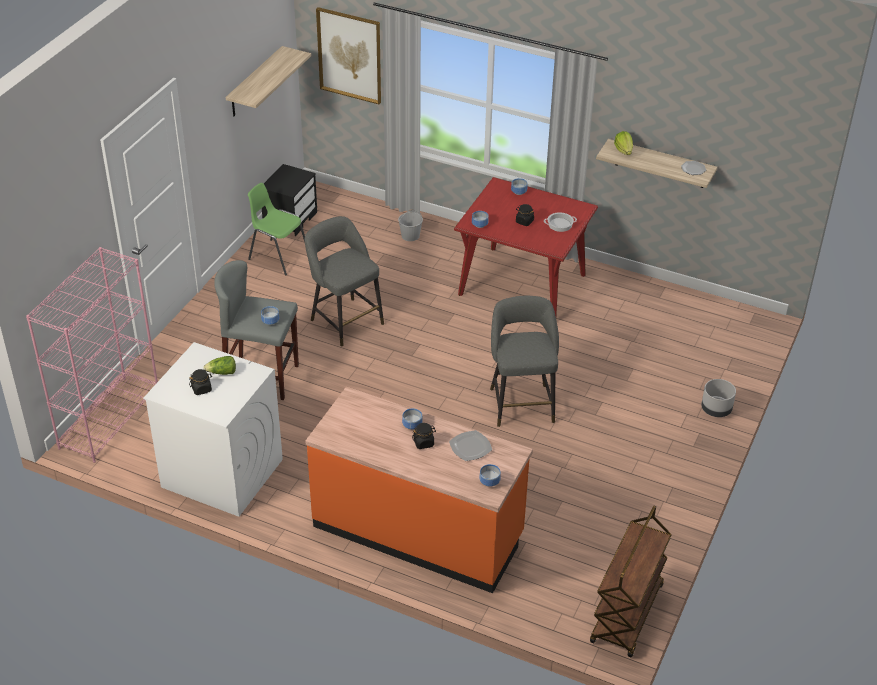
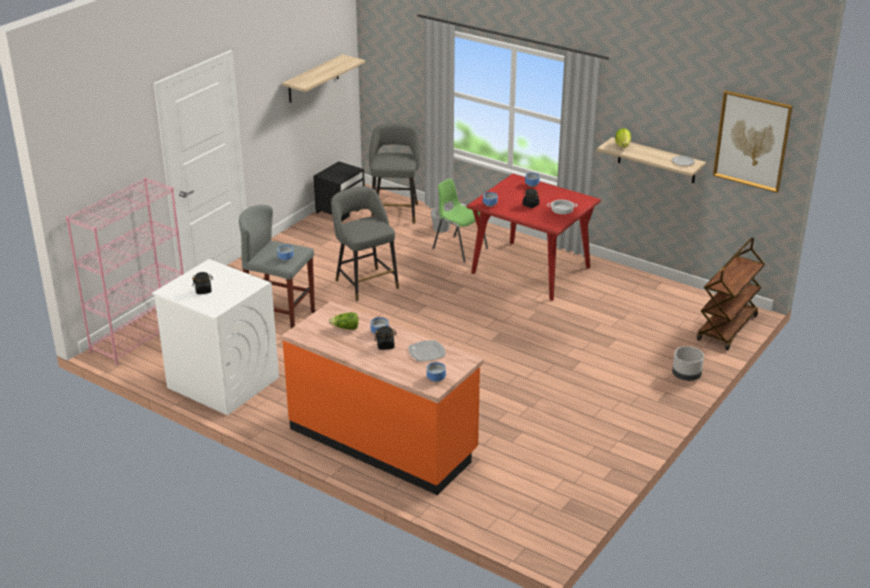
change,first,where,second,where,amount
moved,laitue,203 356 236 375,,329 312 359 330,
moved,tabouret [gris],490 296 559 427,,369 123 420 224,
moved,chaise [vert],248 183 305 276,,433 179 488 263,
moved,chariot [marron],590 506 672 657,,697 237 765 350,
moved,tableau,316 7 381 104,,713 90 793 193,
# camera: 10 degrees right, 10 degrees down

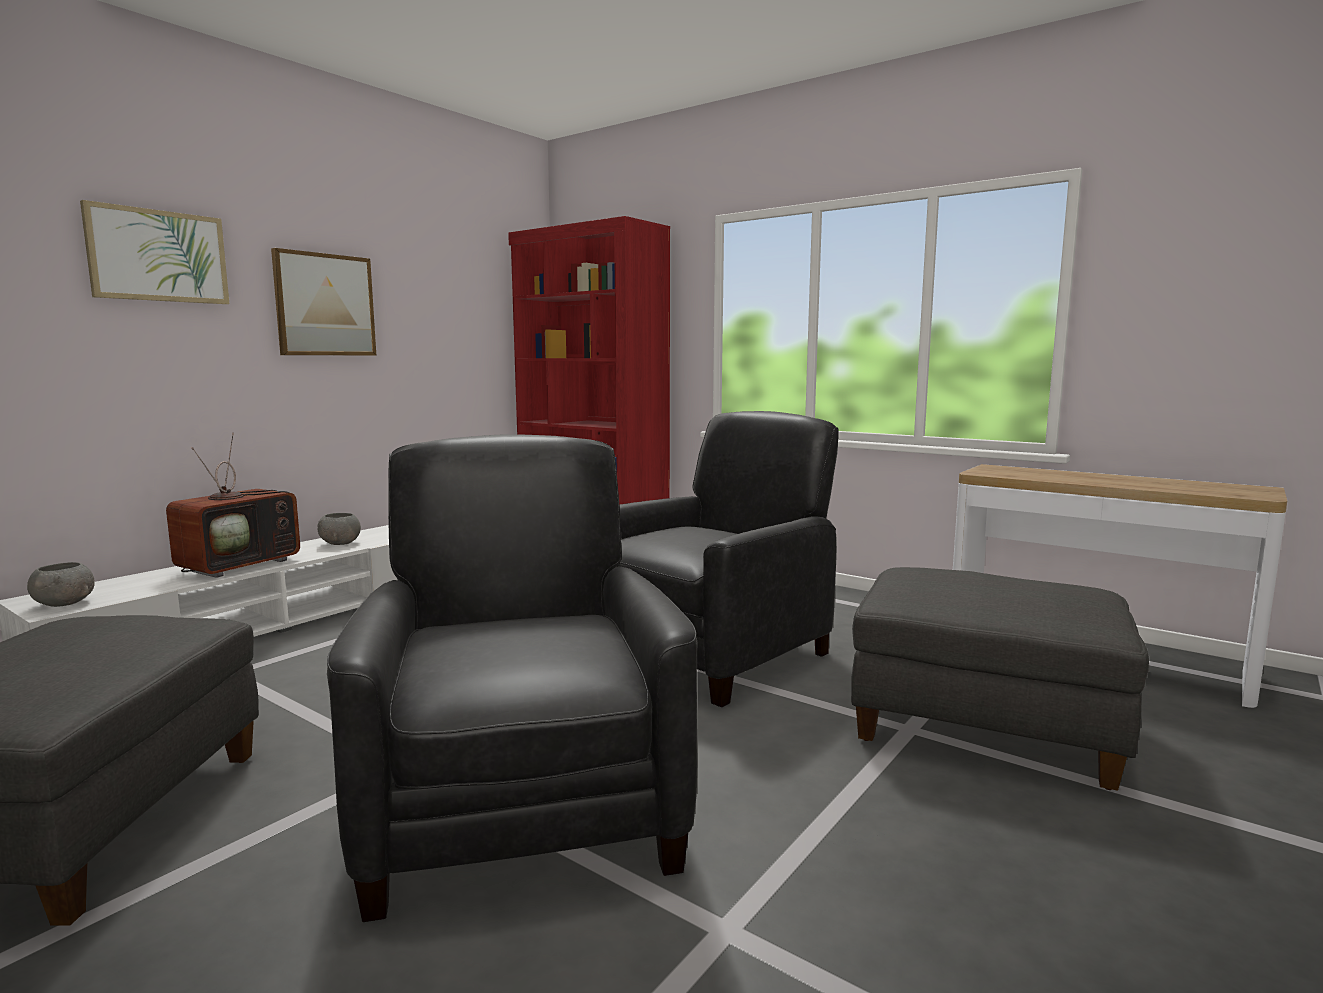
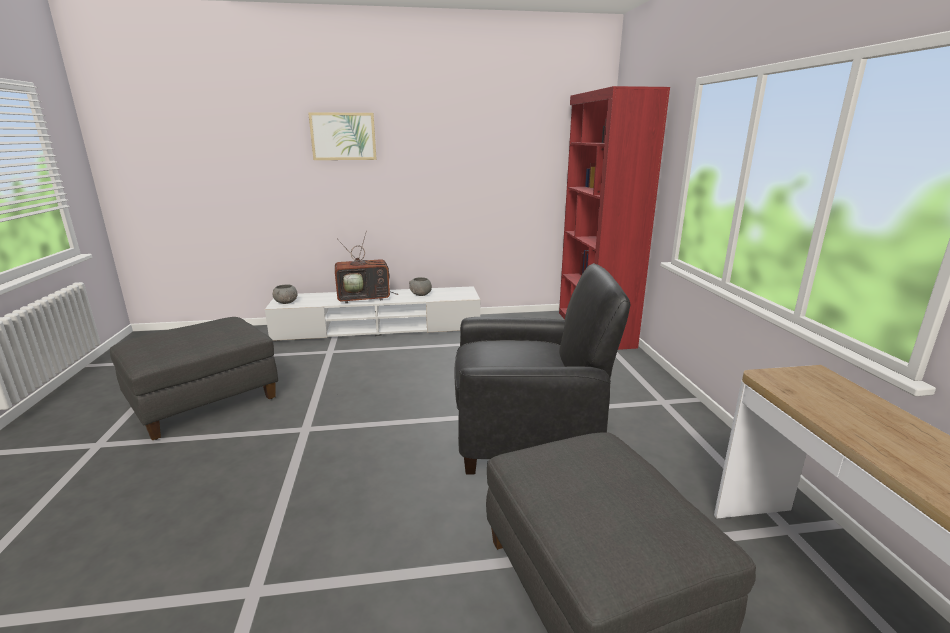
change,first,where,second,where,amount
removed,tableau,271 248 376 356,,,
removed,fauteuil [noir],327 434 697 922,,,
# camera: 45 degrees right, 10 degrees up

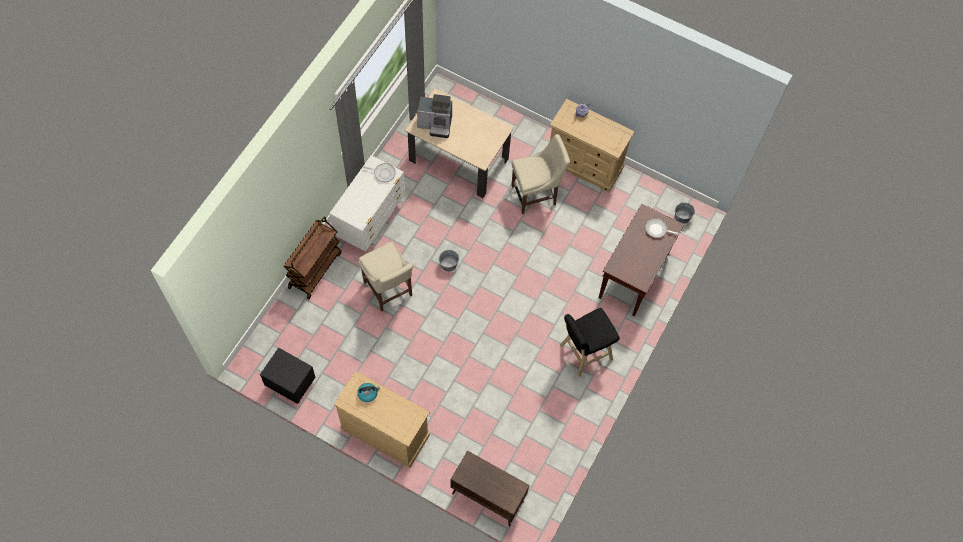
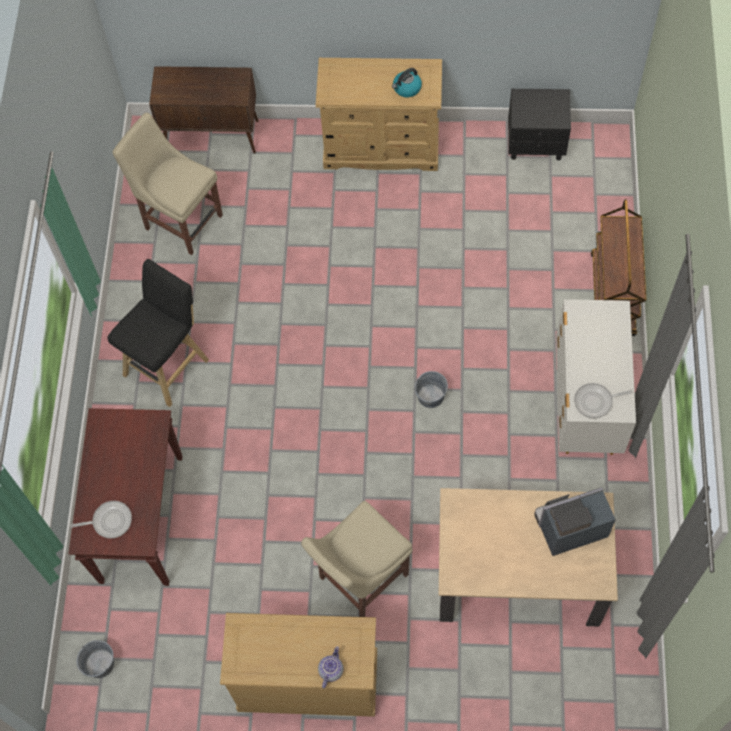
change,first,where,second,where,amount
moved,chaise [beige],358 241 413 311,,112 113 223 255,
# camera: 160 degrees right, 0 degrees up

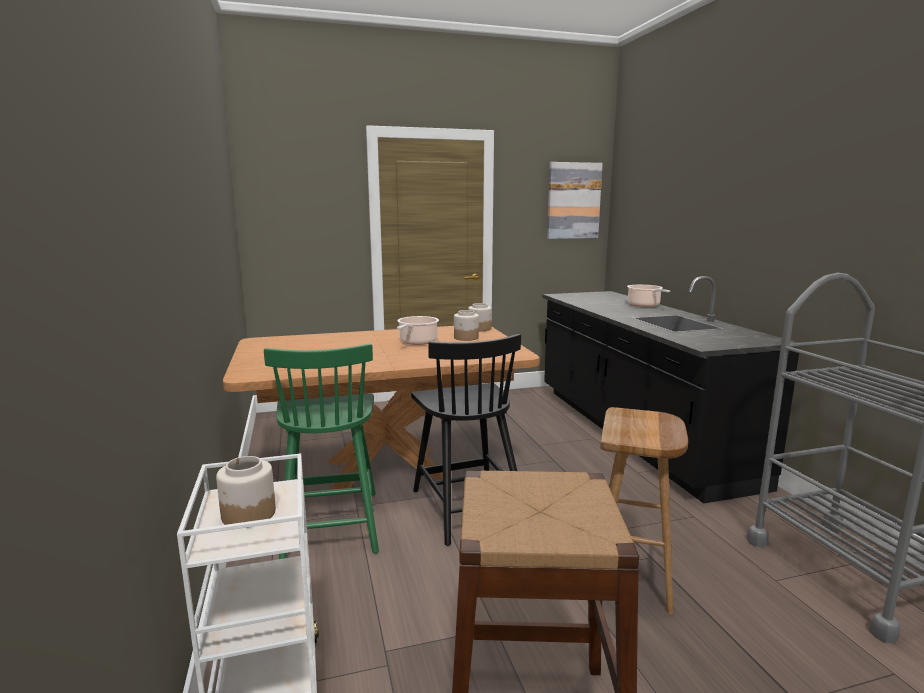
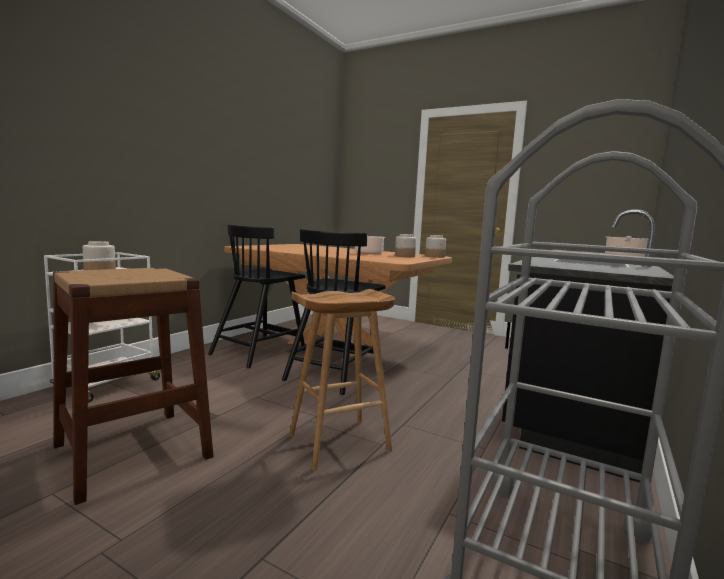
change,first,where,second,where,amount
recoloured,chaise [vert],264 343 379 559,chaise [noir],208 224 306 368,
removed,tableau,547 162 603 239,,,
# camera: 45 degrees right, 5 degrees down

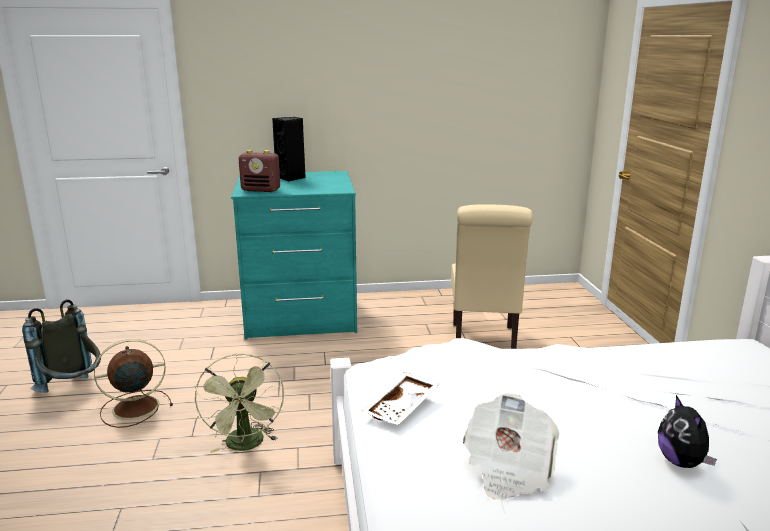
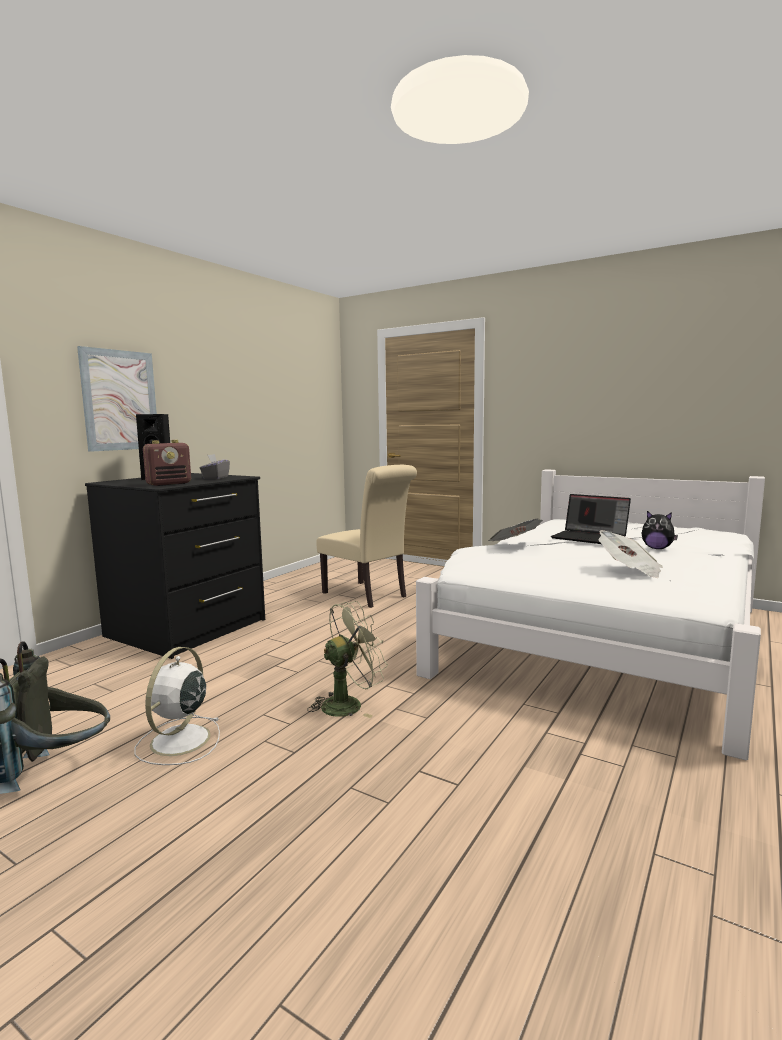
change,first,where,second,where,amount
added,,,tableau,77 346 157 452,
recoloured,commode [turquoise],231 171 357 340,commode [noir],85 473 265 659,
recoloured,ventilateur [marron],94 339 173 428,ventilateur [blanc],134 647 220 765,
added,,,boîte à mouchoirs [gris],200 454 230 479,
turned,ventilateur [vert],195 354 284 453,,307 601 388 718,60 degrees counterclockwise
added,,,journal,488 518 543 541,
added,,,ordinateur portable,551 494 631 544,
removed,plateau [blanc],362 372 439 425,,,
# camera: 50 degrees left, 10 degrees down

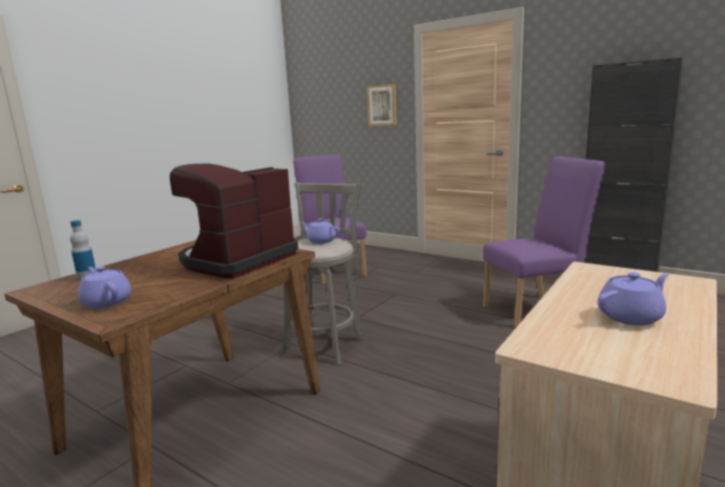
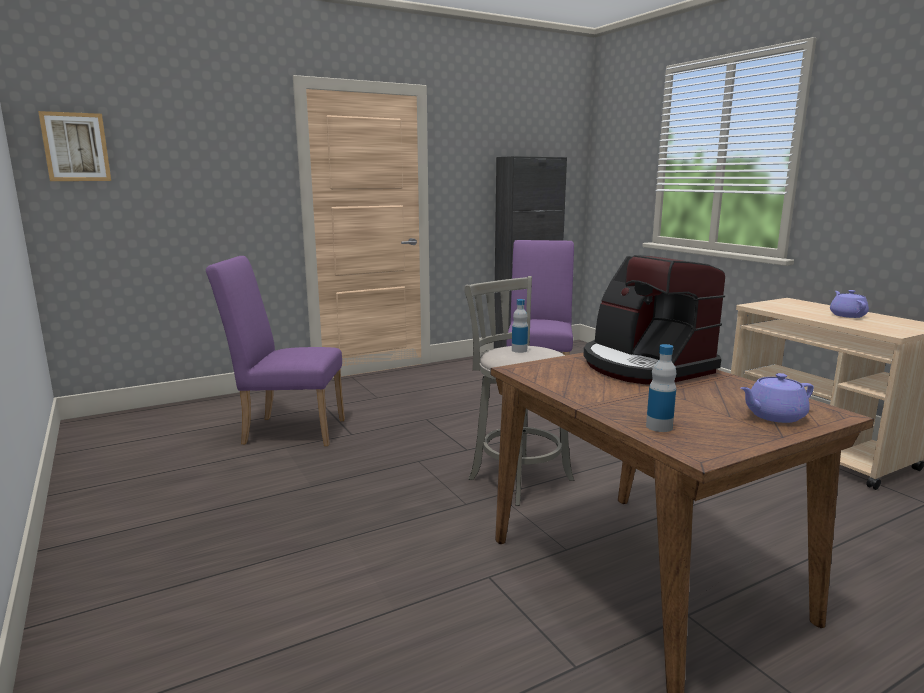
change,first,where,second,where,amount
moved,tableau,367 84 397 126,,38 111 111 181,
replaced,théière [violet],301 218 340 244,bouteille,512 299 528 353,
# camera: 65 degrees left, 0 degrees up

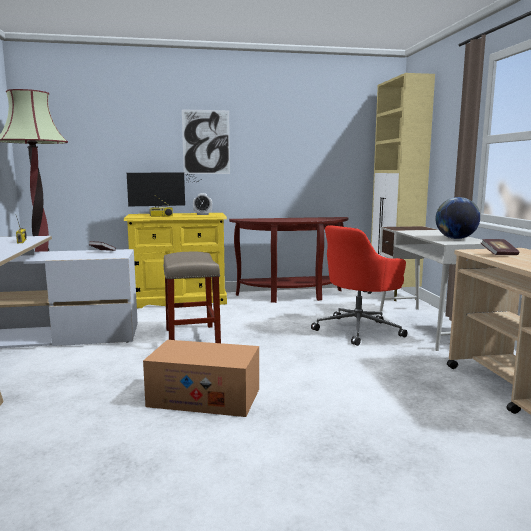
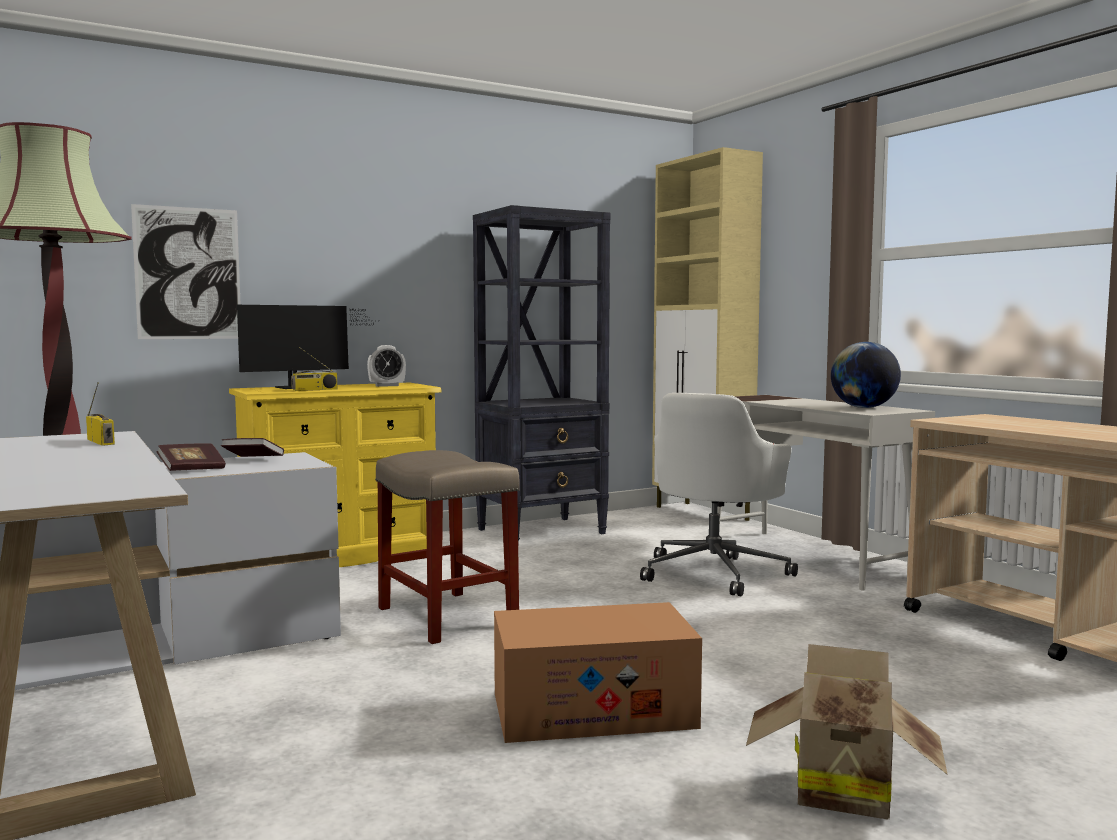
change,first,where,second,where,amount
moved,tableau,182 109 230 174,,131 204 241 339,
moved,livre,481 239 519 255,,157 444 226 471,
replaced,table console [marron],229 217 349 303,bibliothèque [noir],473 205 611 543,
recoloured,chaise de bureau [rouge],311 225 408 346,chaise de bureau [blanc],640 393 798 596,
added,,,carton,746 644 948 819,
# camera: 20 degrees left, 5 degrees down

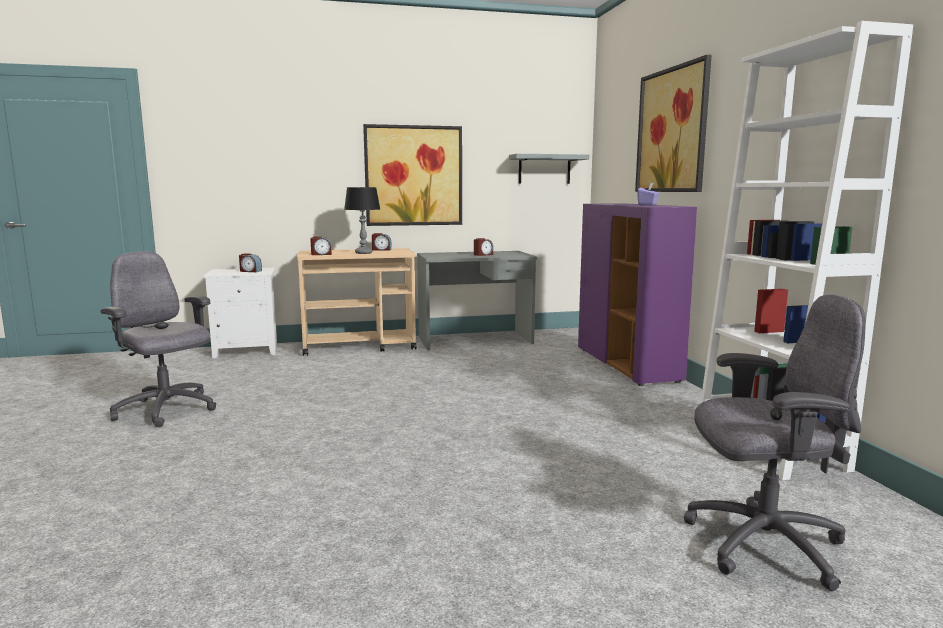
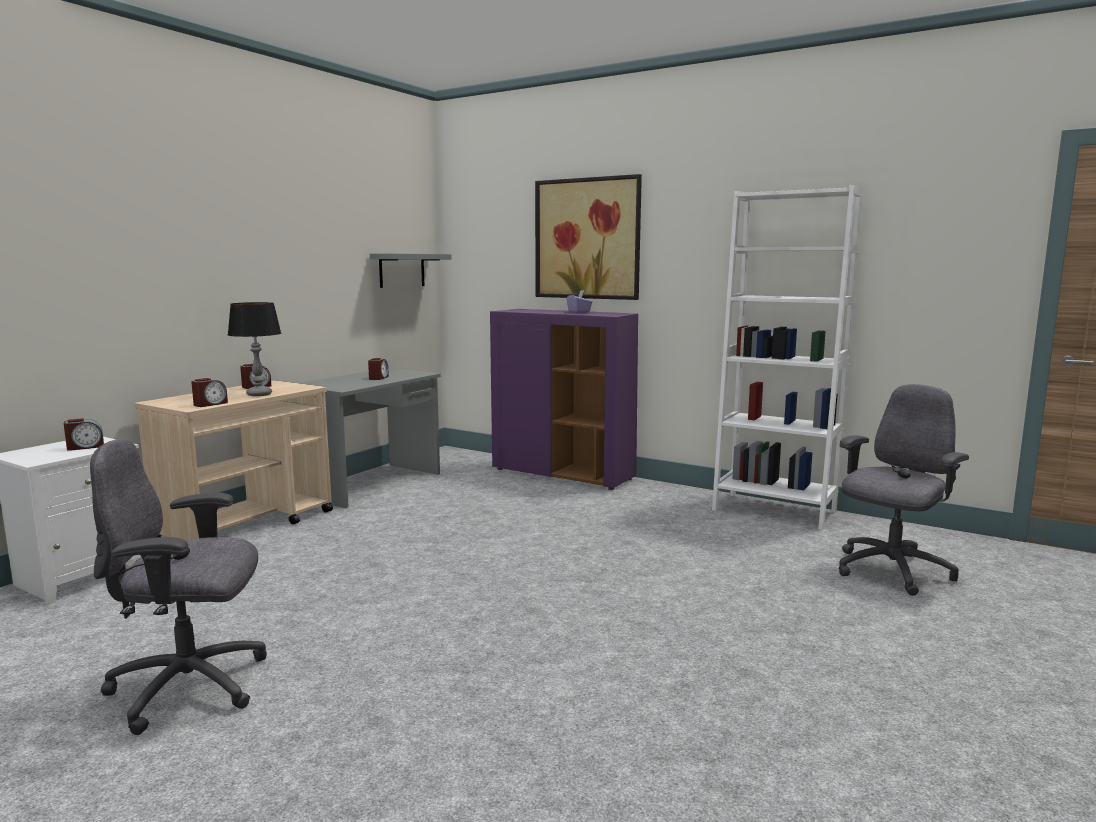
change,first,where,second,where,amount
removed,tableau,363 124 462 226,,,
# camera: 45 degrees left, 0 degrees up

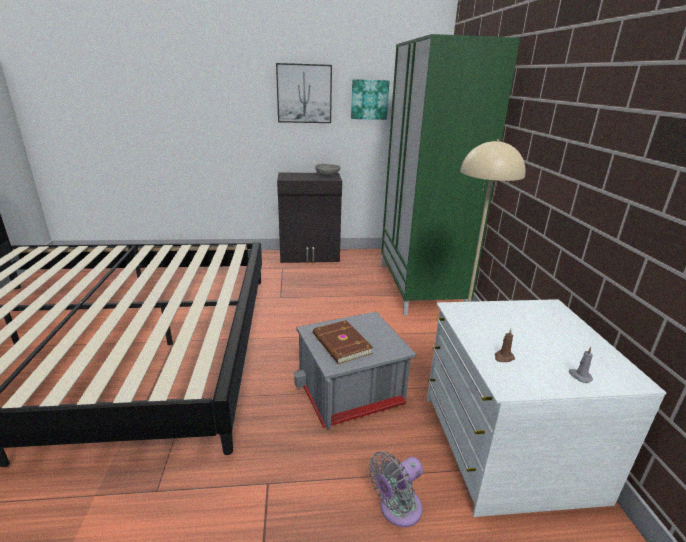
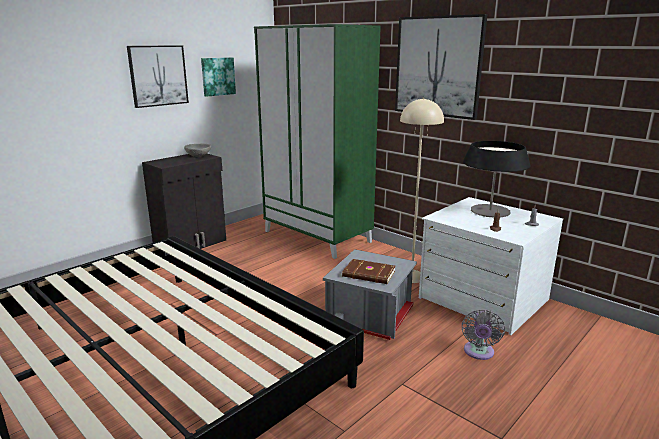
change,first,where,second,where,amount
added,,,tableau,395 14 487 120,
added,,,lampe de table,463 141 531 218,
# camera: 40 degrees left, 5 degrees down

